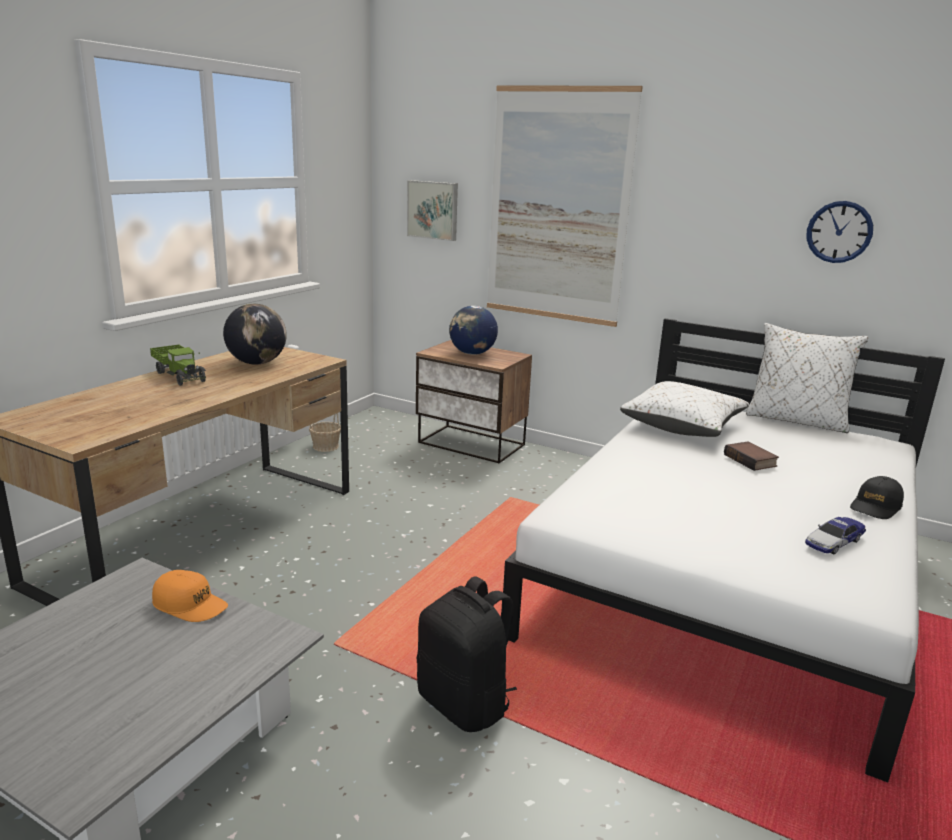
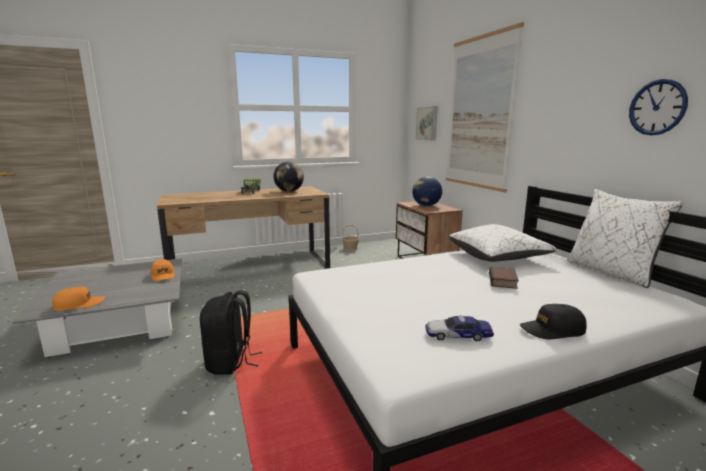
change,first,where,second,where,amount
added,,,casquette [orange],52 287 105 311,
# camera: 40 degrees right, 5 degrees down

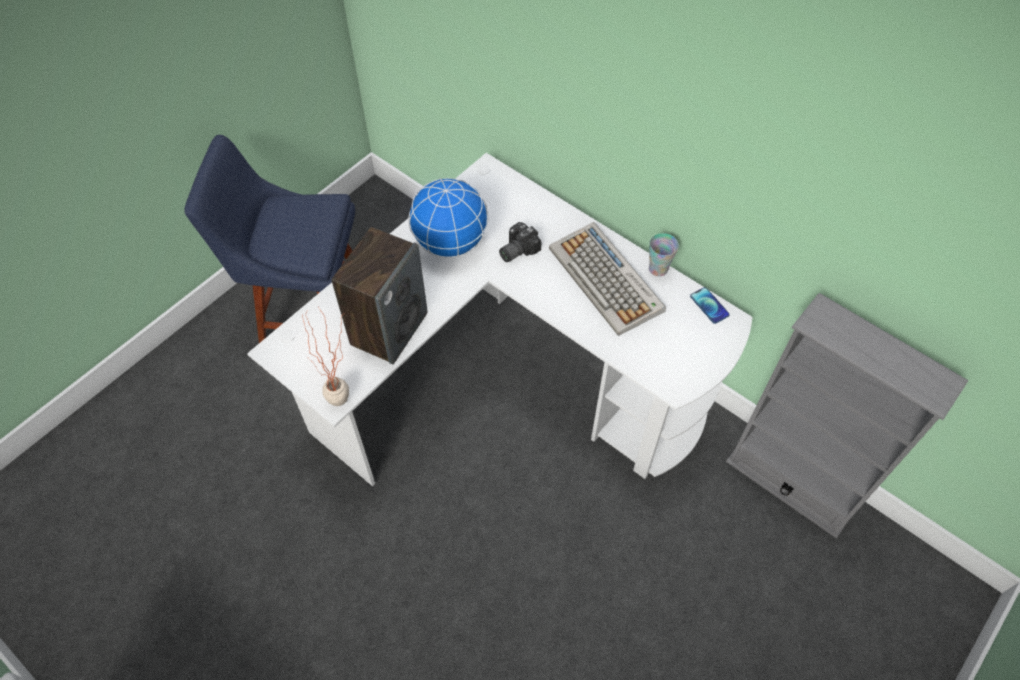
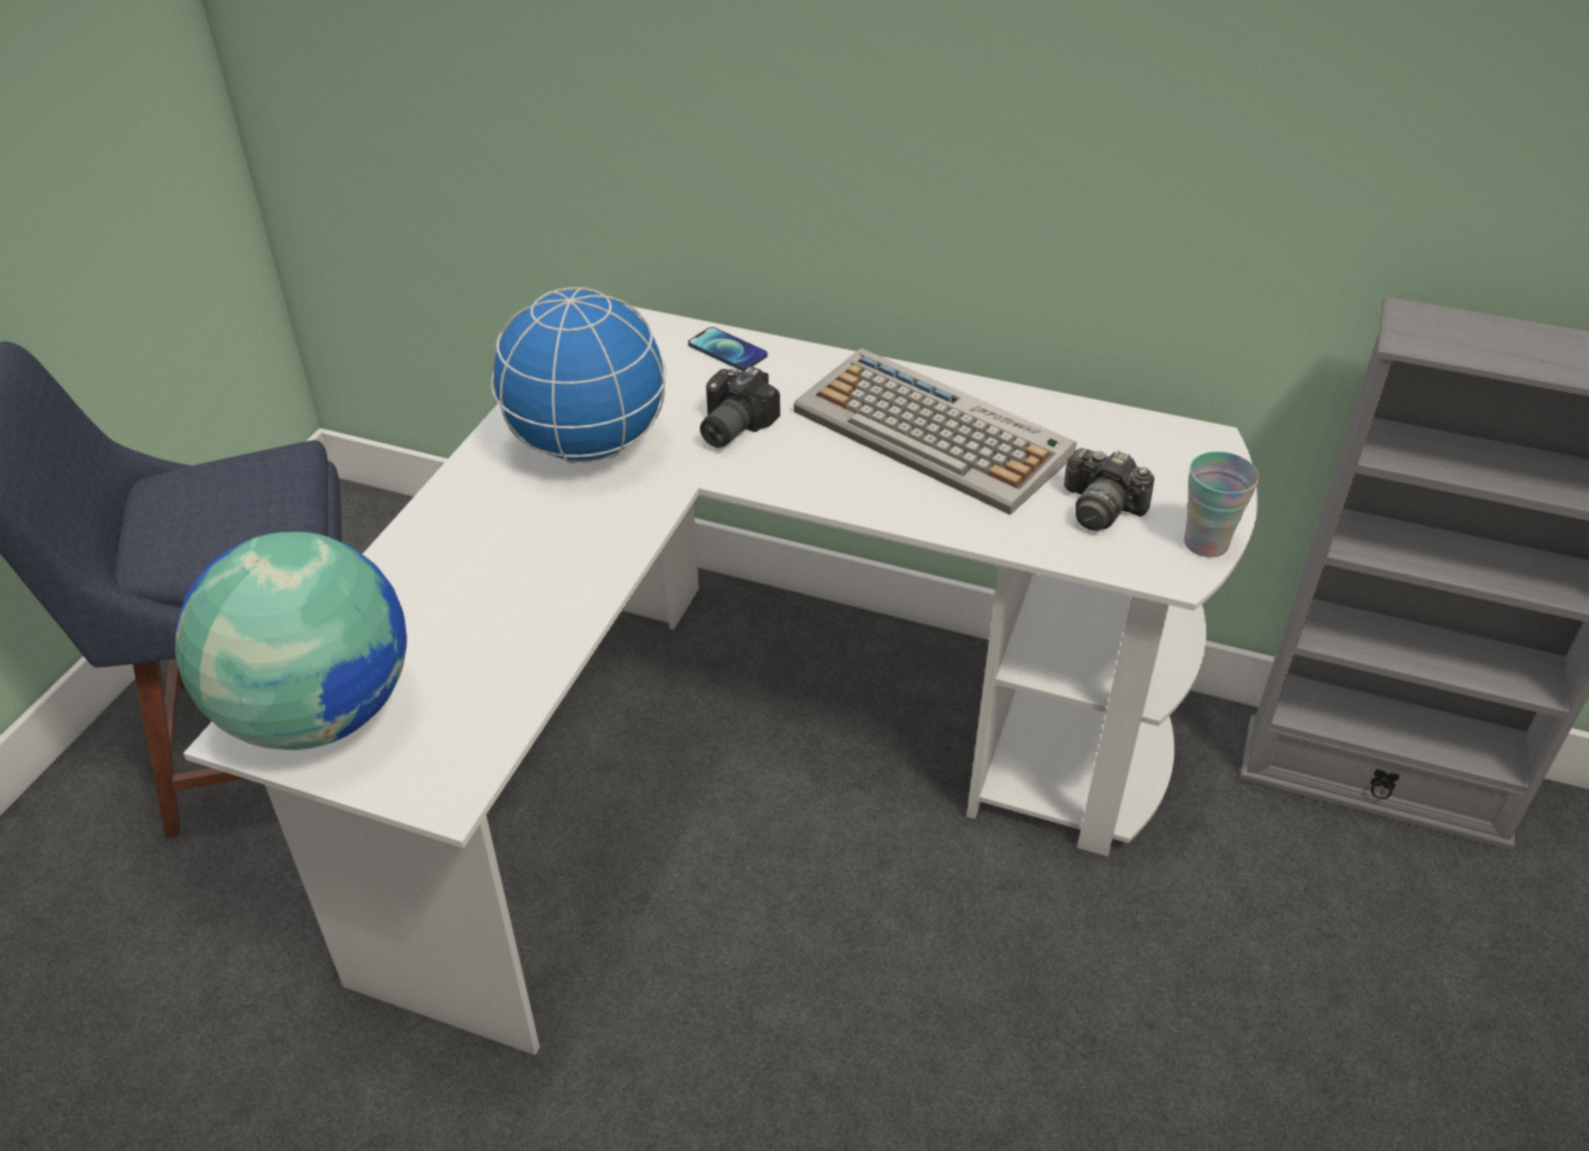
change,first,where,second,where,amount
added,,,globe,175 532 407 750,
moved,téléphone,690 287 730 324,,688 327 767 371,
added,,,appareil photo,1064 448 1154 531,
moved,tasse,649 233 679 277,,1184 452 1259 558,
removed,plante en pot,303 308 349 406,,,
removed,enceinte,332 227 428 364,,,
# camera: 20 degrees left, 15 degrees down

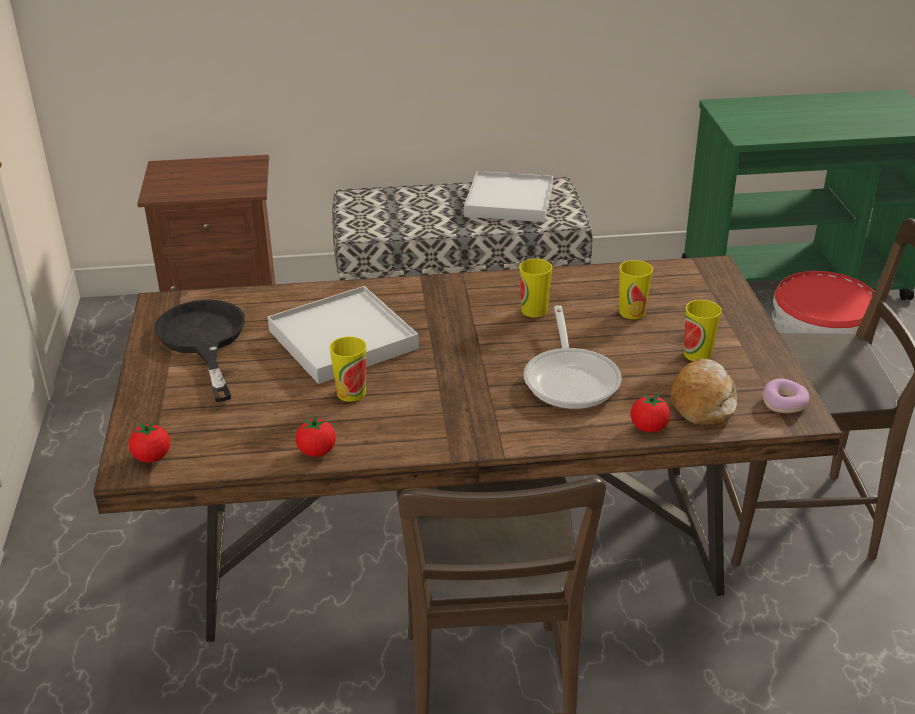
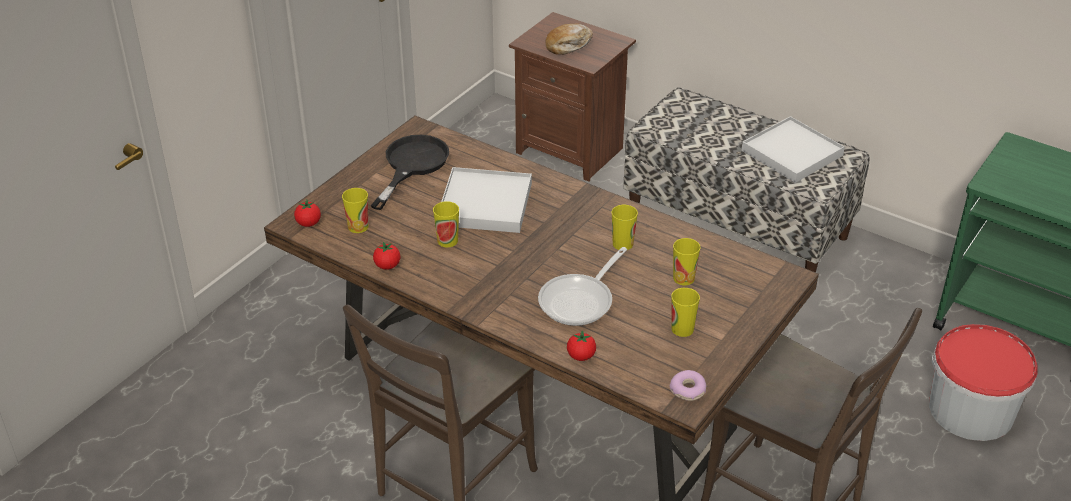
change,first,where,second,where,amount
added,,,tasse,342 188 368 233,
moved,pain,671 359 737 426,,545 24 593 55,
# camera: 40 degrees right, 5 degrees up

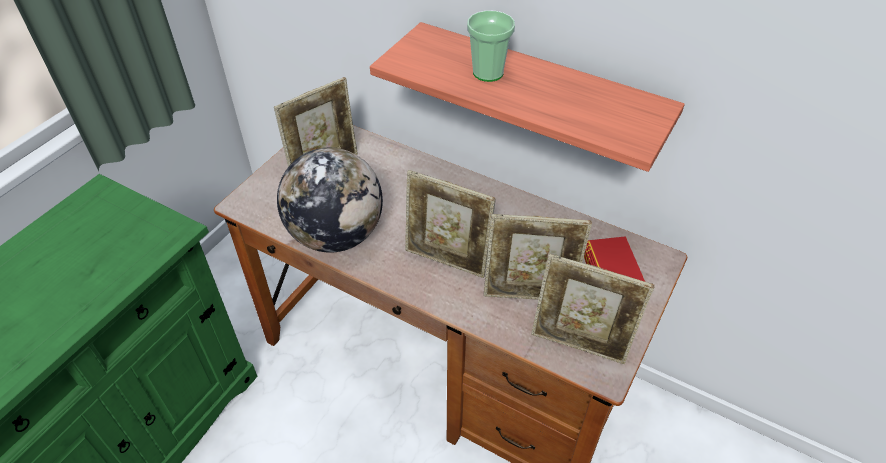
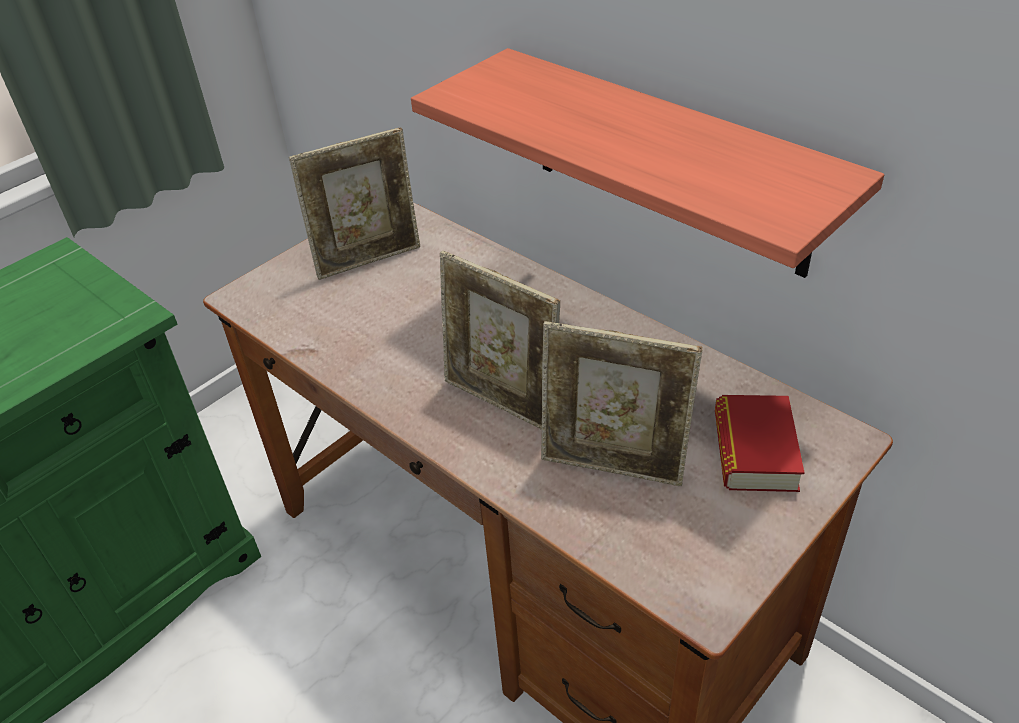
change,first,where,second,where,amount
removed,globe,277 148 383 253,,,
removed,tasse,467 10 515 82,,,
removed,cadre photo,531 253 655 364,,,
# camera: 15 degrees right, 5 degrees down

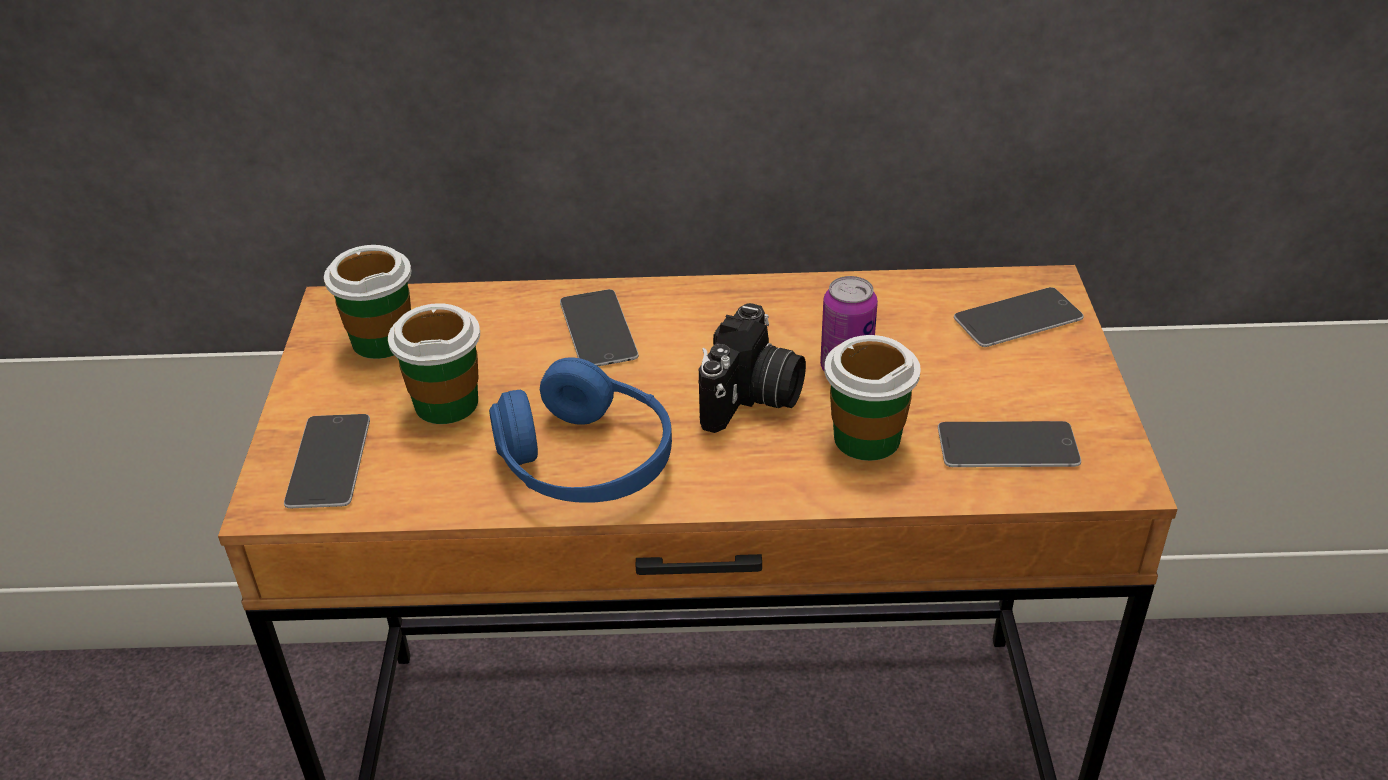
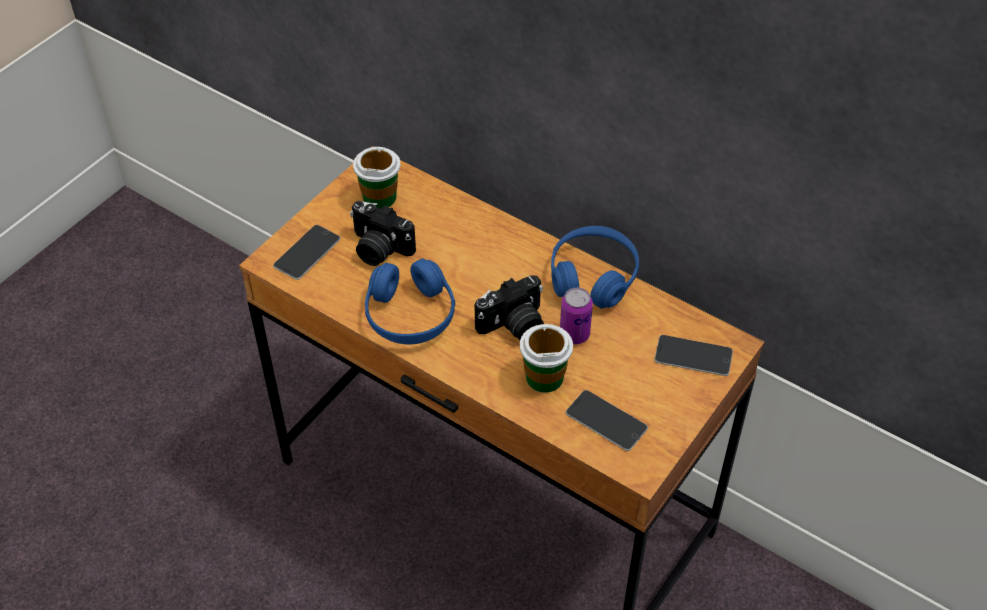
change,first,where,second,where,amount
replaced,tasse,388 303 480 424,appareil photo,350 201 416 266,
added,,,casque audio [bleu],551 226 639 309,
removed,téléphone,560 289 639 366,,,
# camera: 35 degrees right, 10 degrees up

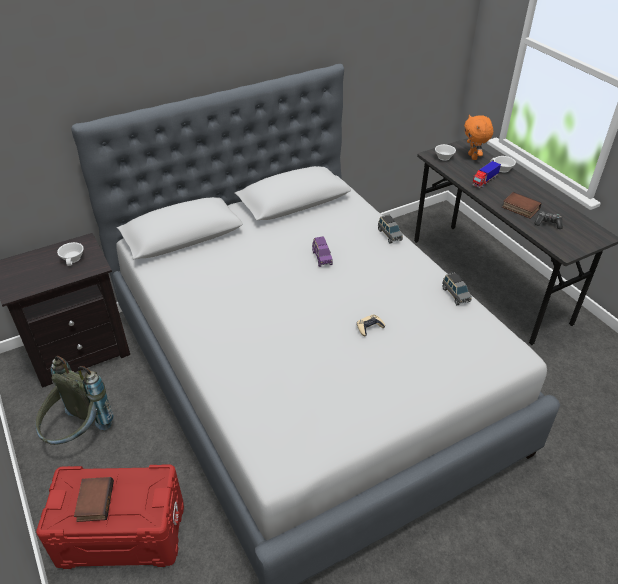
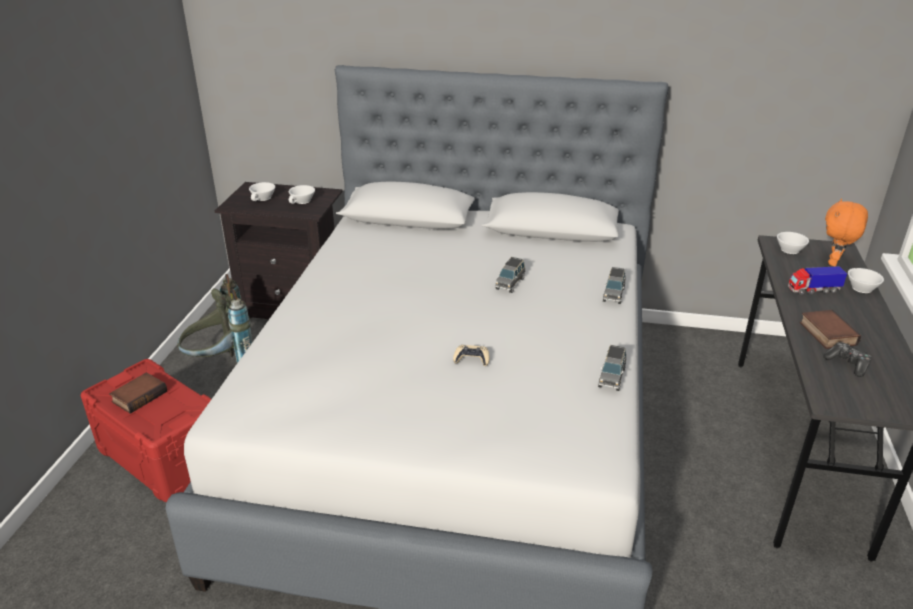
change,first,where,second,where,amount
added,,,tasse [blanc],249 182 275 201,
recoloured,petite voiture [violet],312 236 333 267,petite voiture [gris],495 257 525 293,
# camera: 40 degrees right, 10 degrees down

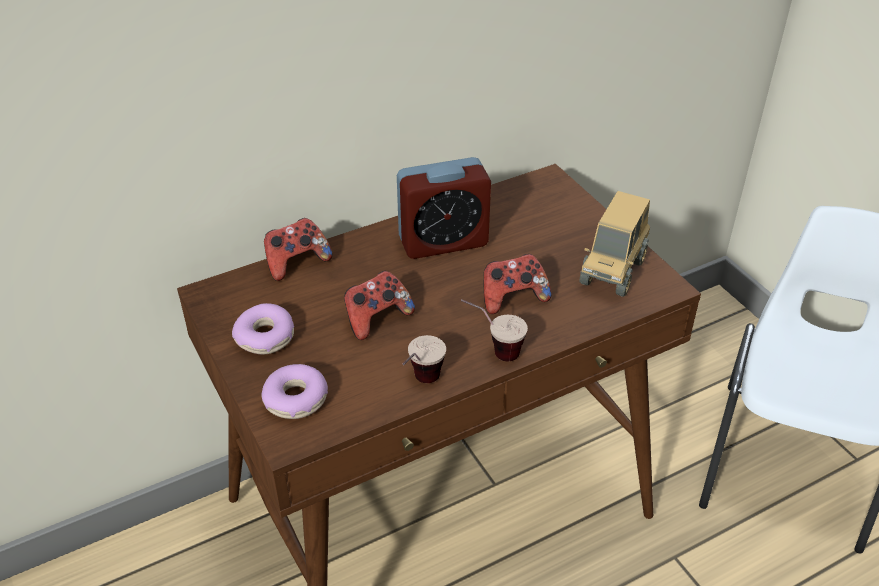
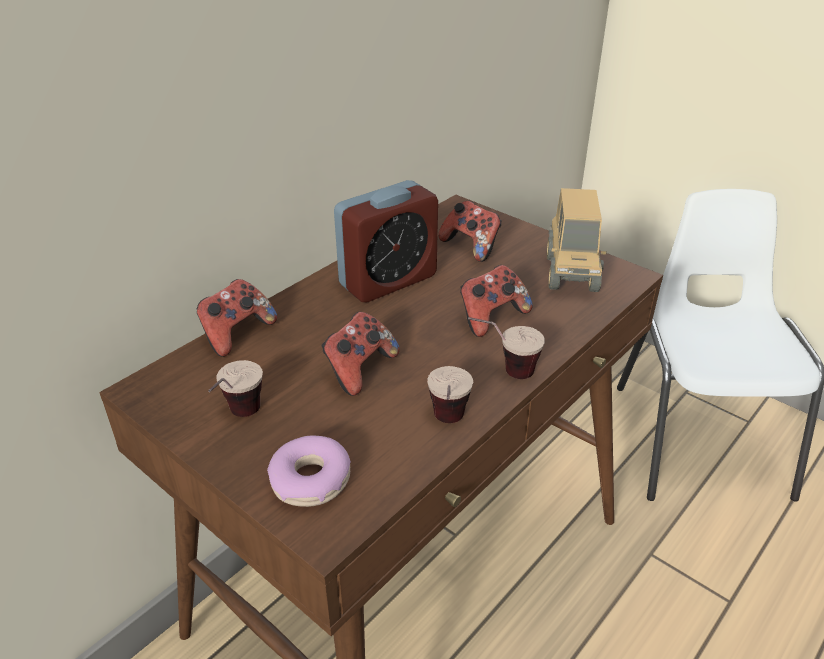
change,first,where,second,where,amount
replaced,beignet,232 303 294 354,tasse,208 360 263 417,
added,,,manette,438 201 502 262,
# camera: 20 degrees left, 5 degrees down

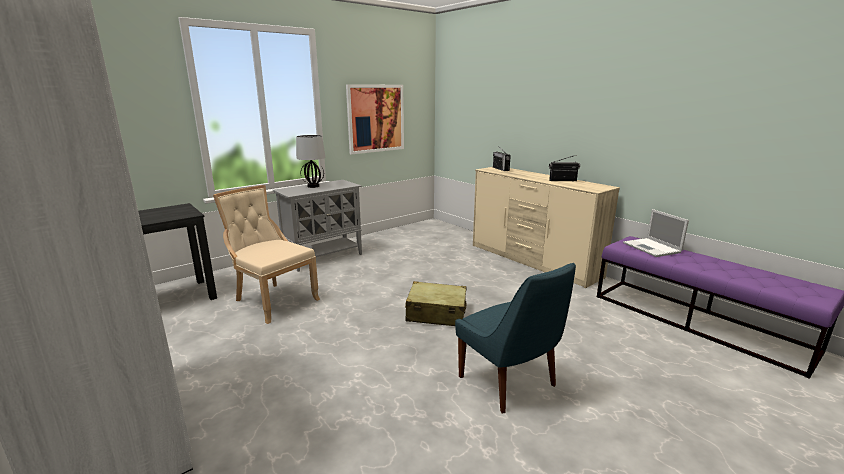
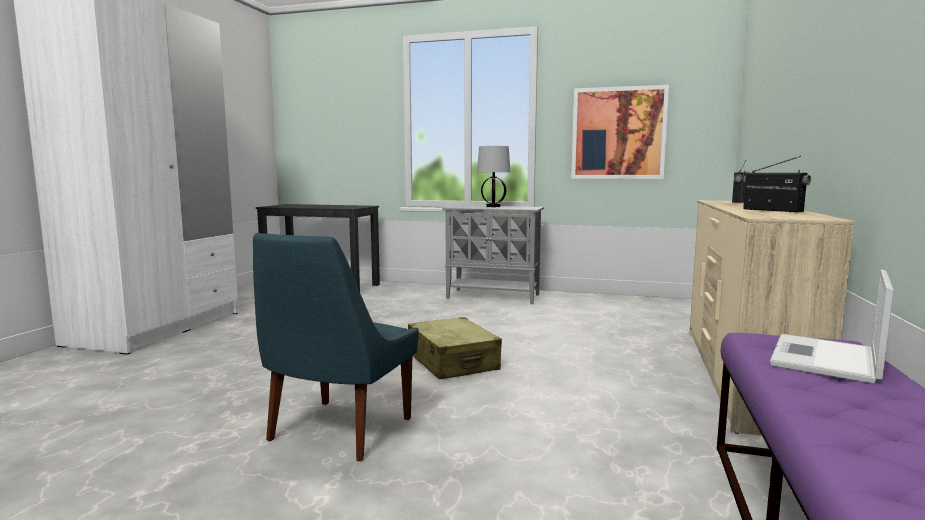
change,first,where,second,where,amount
removed,chaise [beige],213 185 320 324,,,
# camera: 55 degrees right, 10 degrees down

